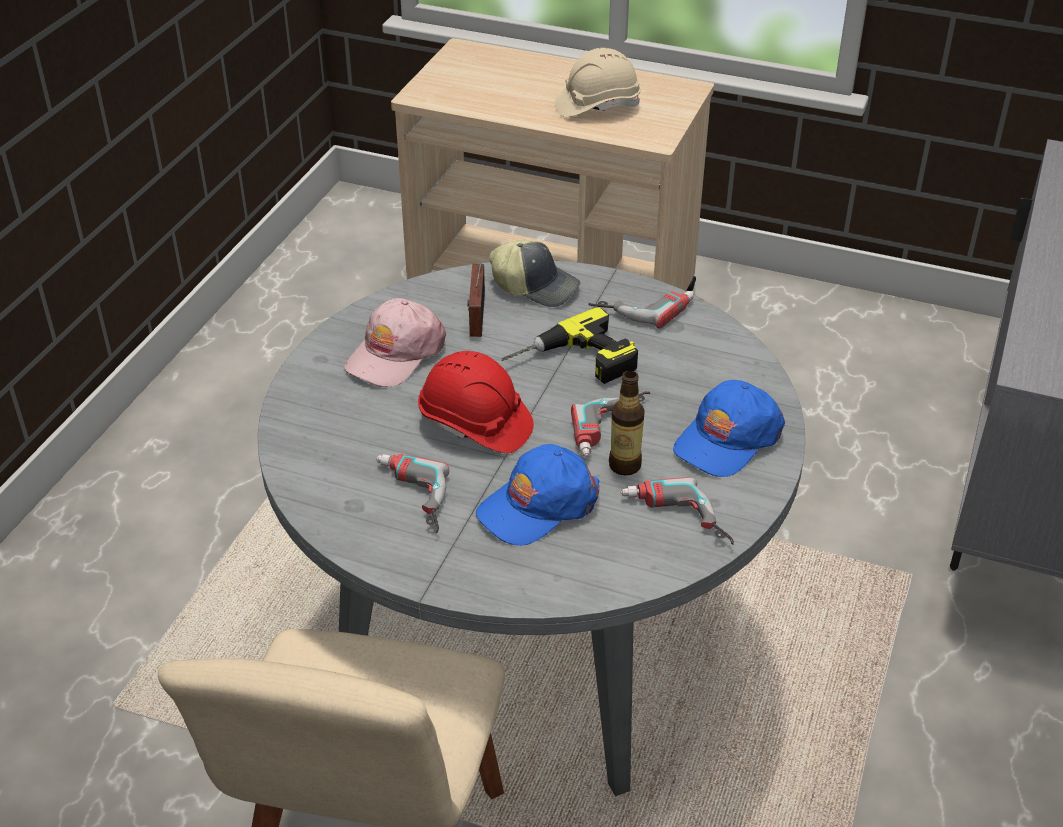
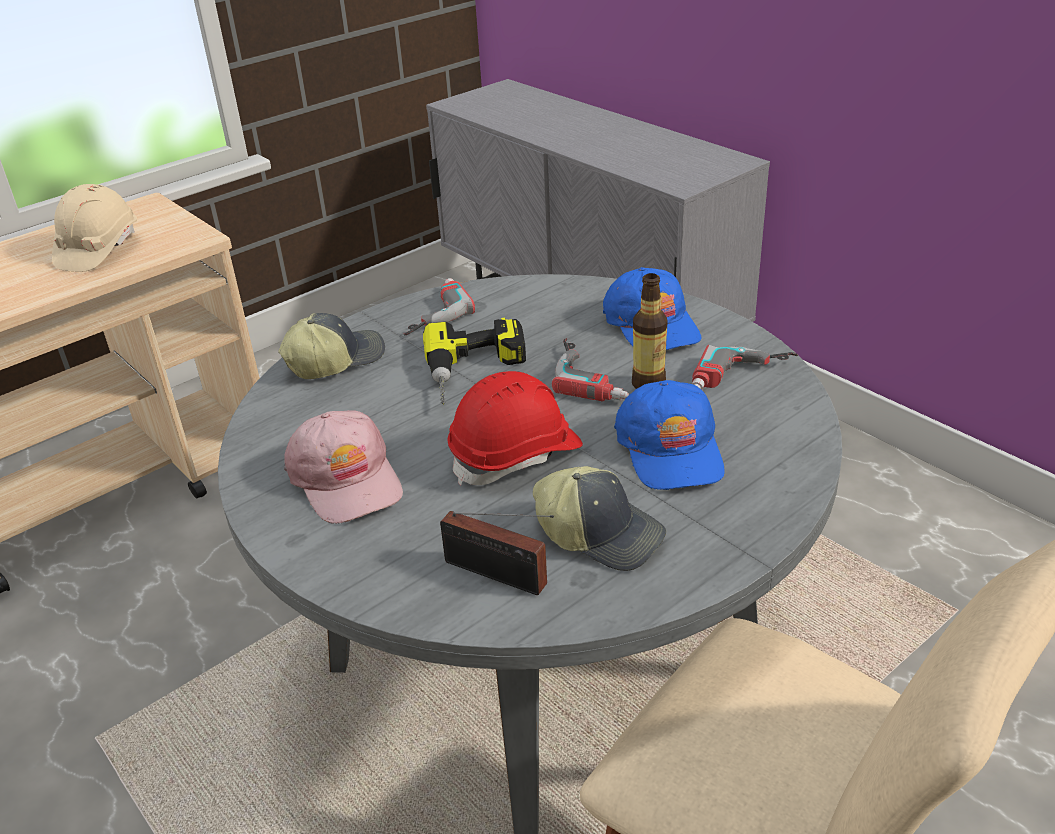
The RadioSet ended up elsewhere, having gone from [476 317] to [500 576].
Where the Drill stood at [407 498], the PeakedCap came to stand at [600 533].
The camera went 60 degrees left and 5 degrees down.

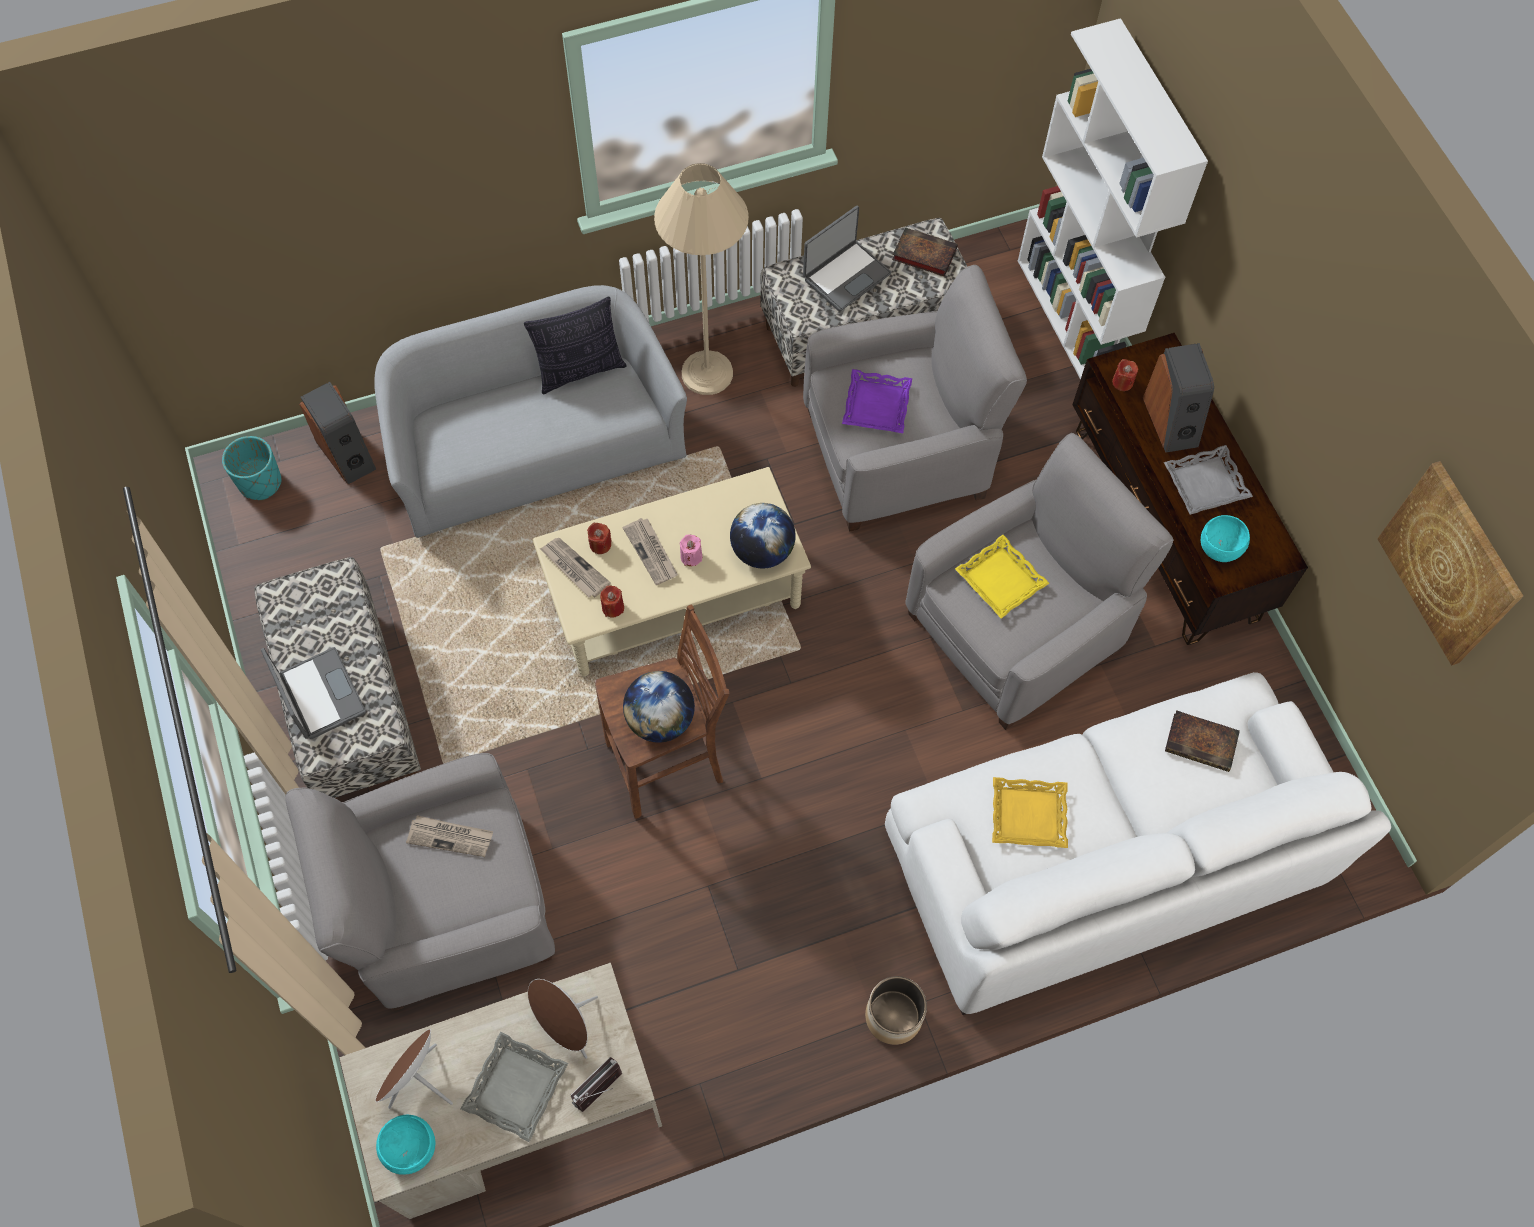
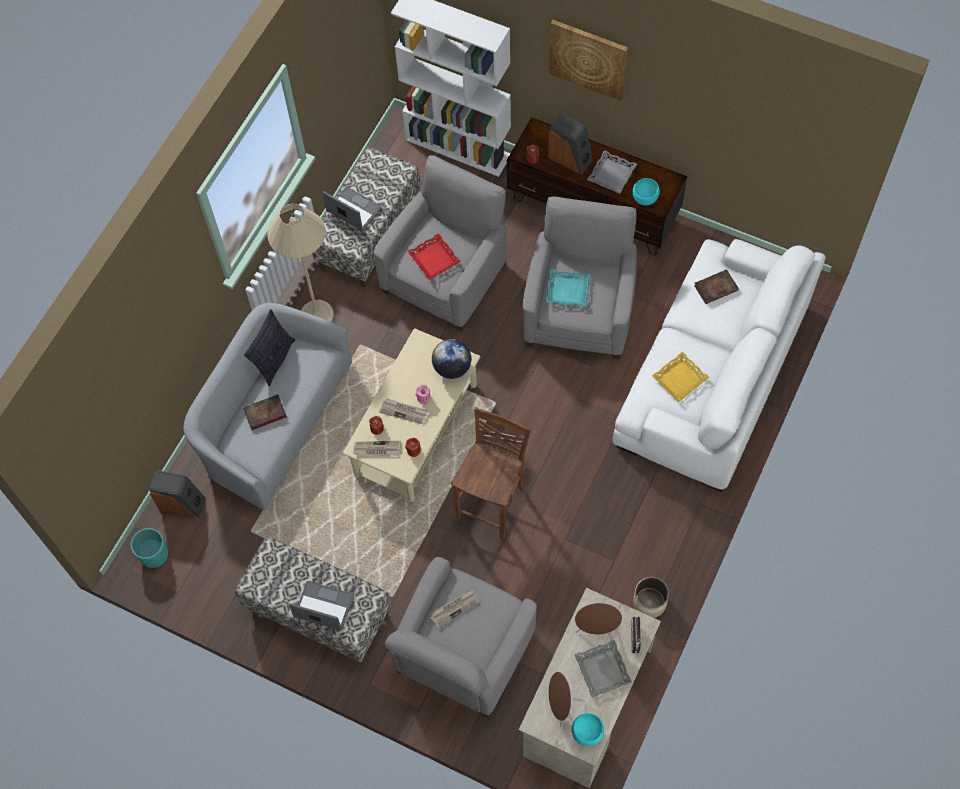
The second view lost the DeskGlobe at [660 720].
The Planter ended up elsewhere, having gone from [893 1017] to [649 603].
The Book ended up elsewhere, having gone from [922 254] to [264 414].
The WallPicture ended up elsewhere, having gone from [1450 564] to [588 59].
What was the PurpleColouredCarryingTray at [876 405] turned into the RedCarryingTray at [433 259].
What was the YellowCarryingTray at [1000 580] turned into the TurquoiseColouredCarryingTray at [568 291].
The Laptop at [845 275] ended up facing another way, 60 degrees counterclockwise from before.
The camera went 40 degrees left and 0 degrees up.

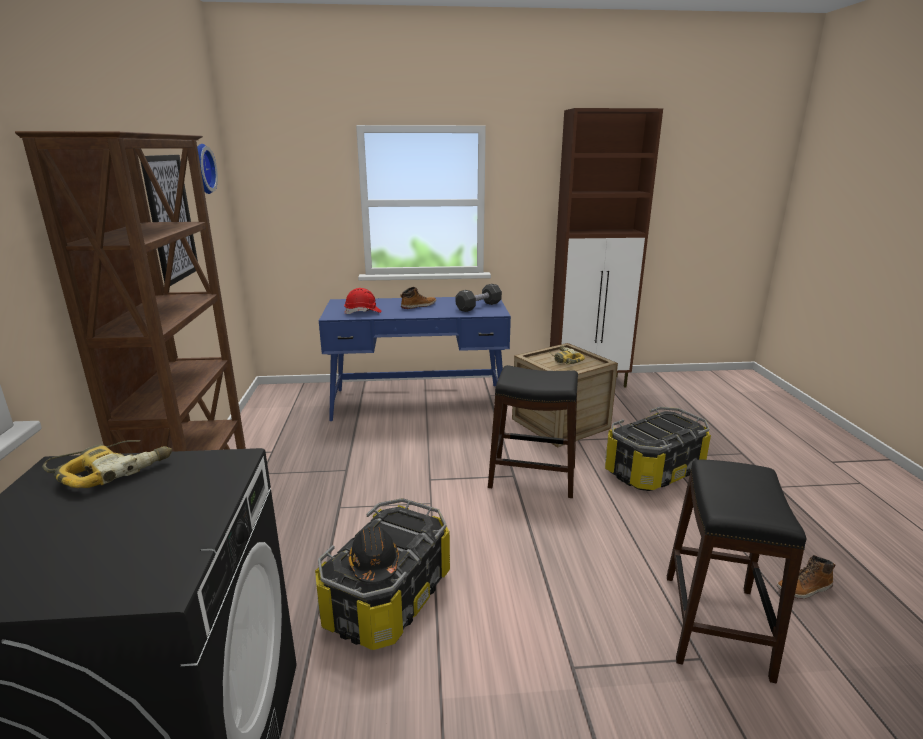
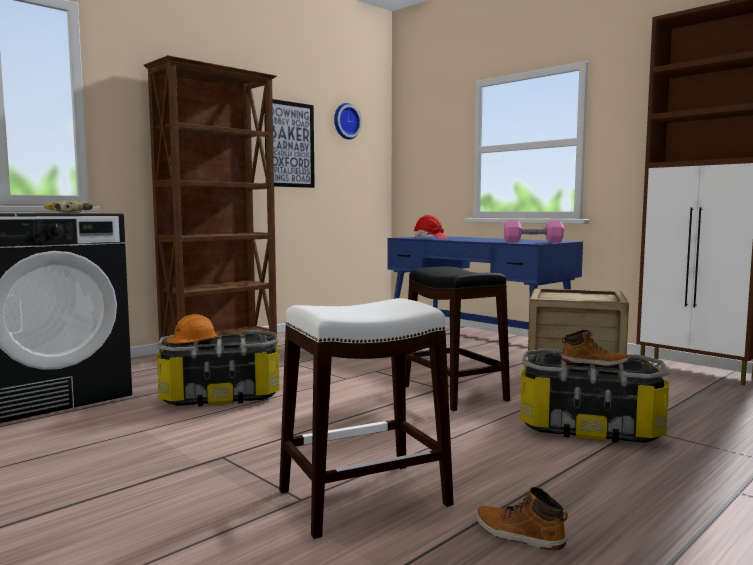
The second view lost the Drill at [564 359].
The Boot ended up elsewhere, having gone from [418 306] to [594 363].
What was the BlackishHardHat at [374 564] turned into the OrangeHardHat at [193 343].
What was the BlackishFreeWeight at [478 306] turned into the PinkColouredFreeWeight at [533 241].
What was the BlackishStoolSeat at [716 624] turned into the WhiteStoolSeat at [365 498].
The camera went 50 degrees right and 15 degrees down.

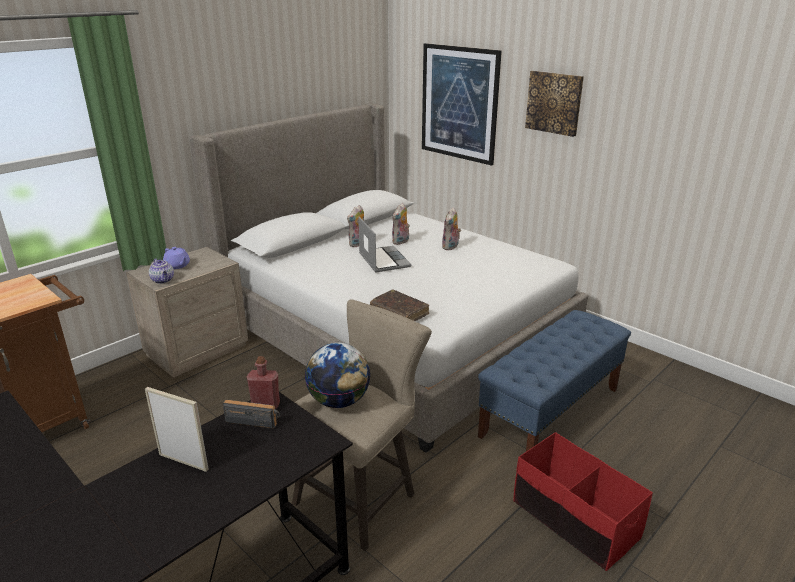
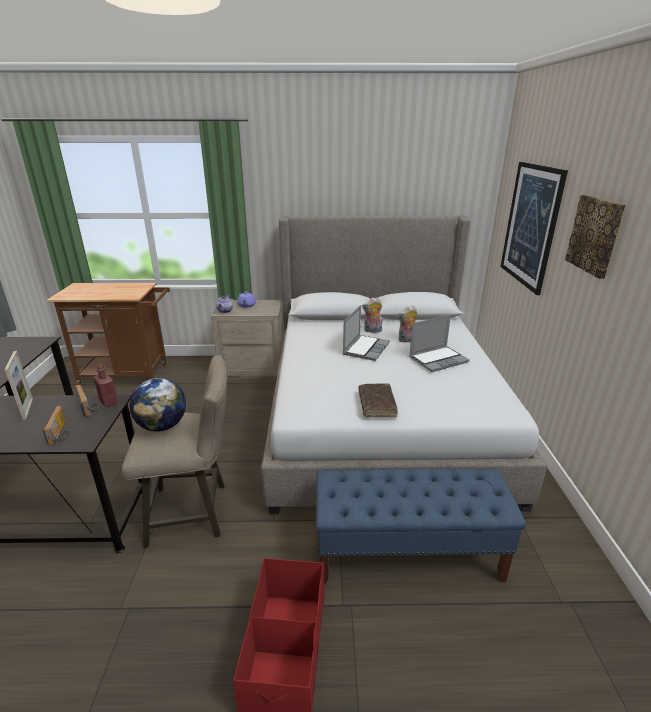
The second view gained the RadioSet at [61 433].
The BrownBook ended up elsewhere, having gone from [399 312] to [376 405].
Where the PlushToy stood at [451 247], the Laptop came to stand at [438 359].
The camera went 45 degrees right and 0 degrees up.

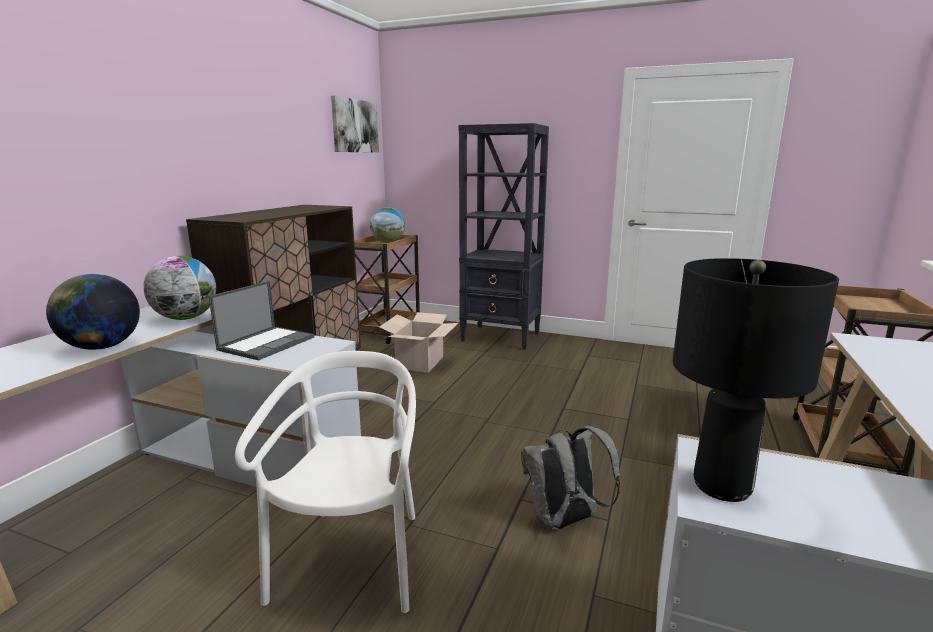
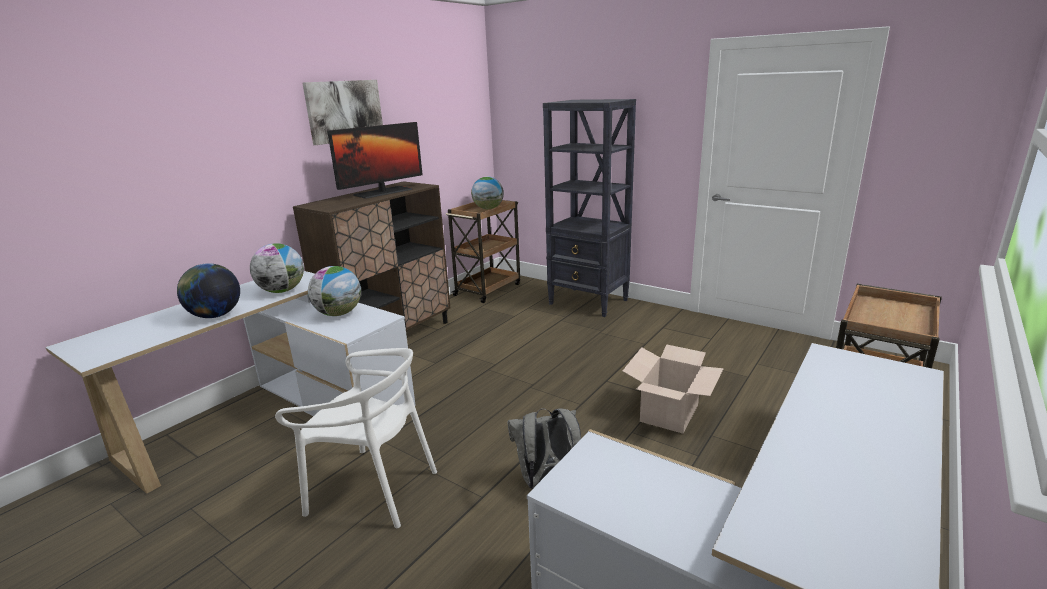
The second view lost the BlackishLampForATable at [720 486].
The second view gained the Monitor at [383 192].
The WallPicture ended up elsewhere, having gone from [354 126] to [344 111].
The CardboardBox ended up elsewhere, having gone from [419 362] to [669 412].
Where the Laptop stood at [267 343], the DeskGlobe came to stand at [339 314].
The WhitePlainChair at [352 559] ended up facing another way, 90 degrees clockwise from before.
The camera went 15 degrees right and 5 degrees up.

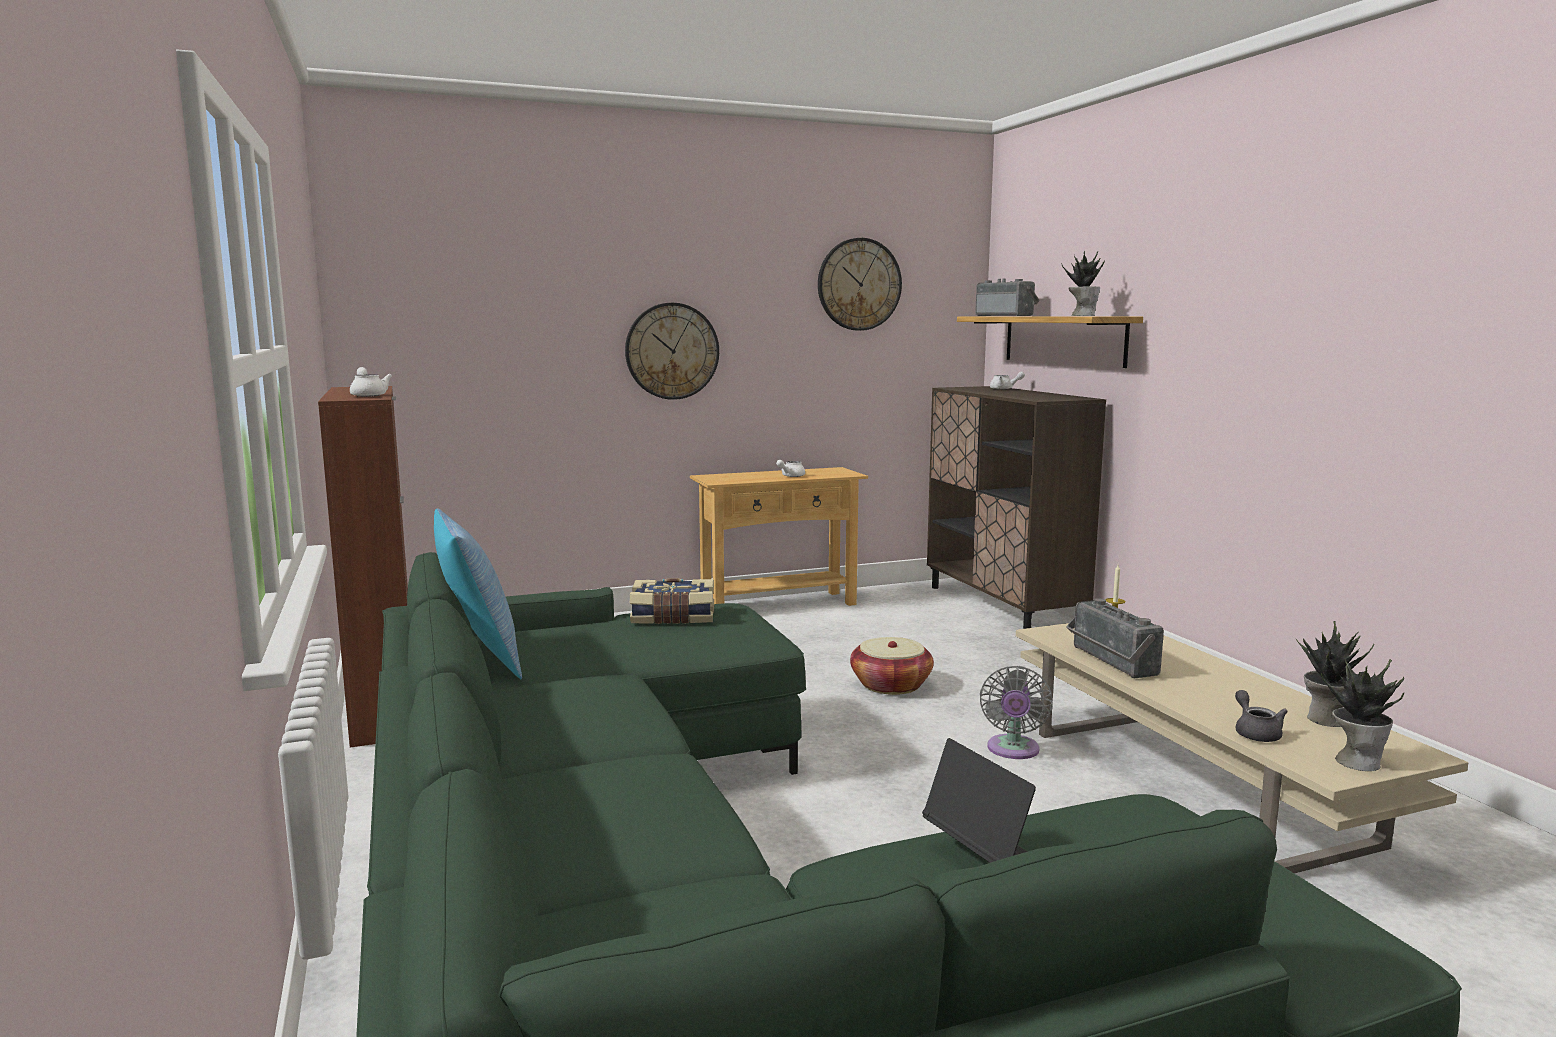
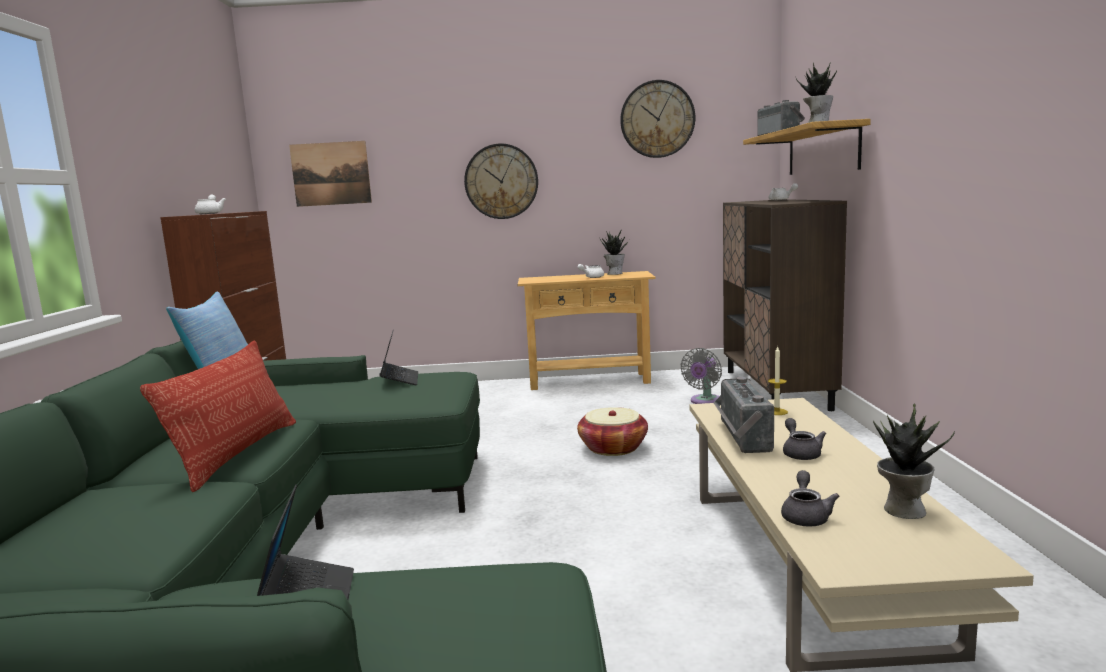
The second view gained the Pillow at [237 453].
The second view gained the WallPicture at [331 173].
The second view gained the GreyishTeaPot at [800 453].
The GreyishElectricFan ended up elsewhere, having gone from [1012 750] to [704 401].
The PottedPlant ended up elsewhere, having gone from [1356 761] to [615 273].
Where the Book stood at [673 617], the Laptop came to stand at [400 380].
The camera went 20 degrees right and 0 degrees up.

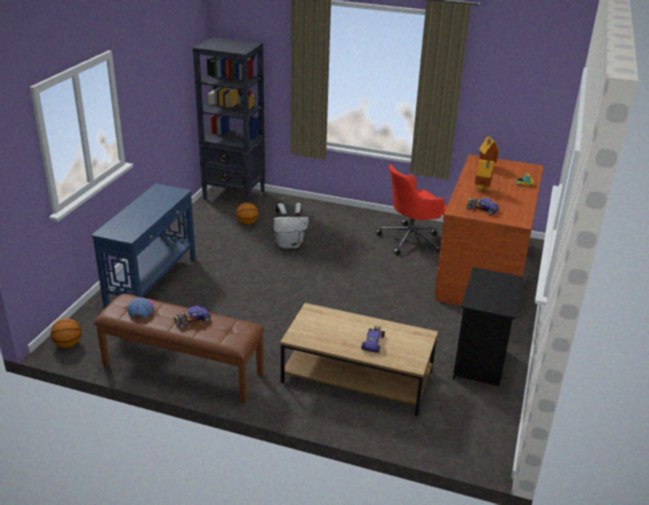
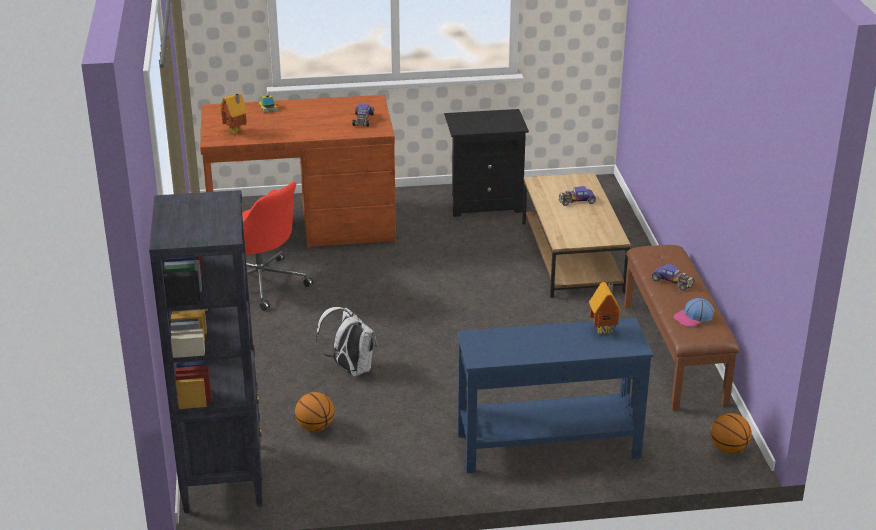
The ModelHouse ended up elsewhere, having gone from [482 189] to [604 330].
The camera went 115 degrees left and 0 degrees up.

